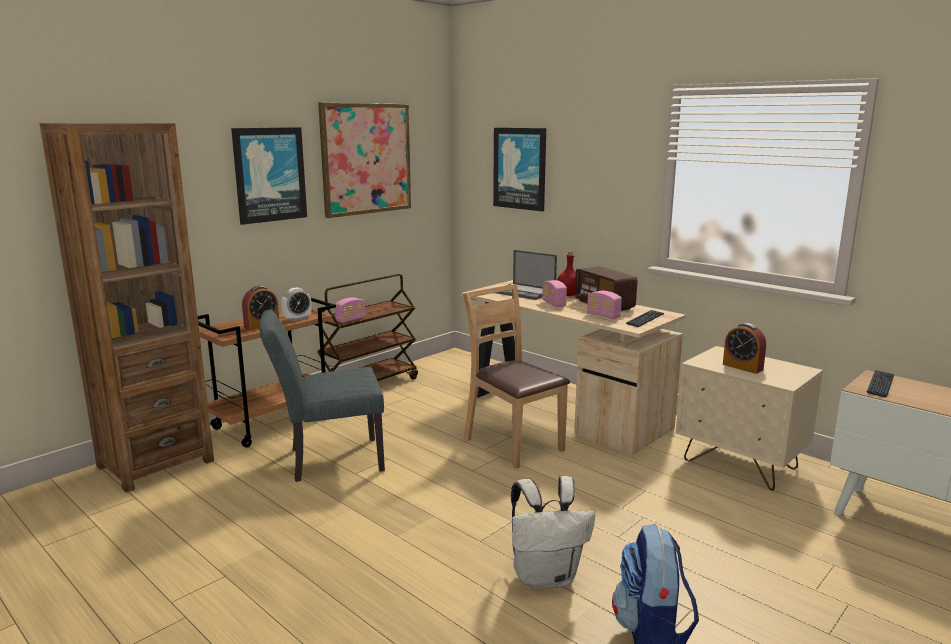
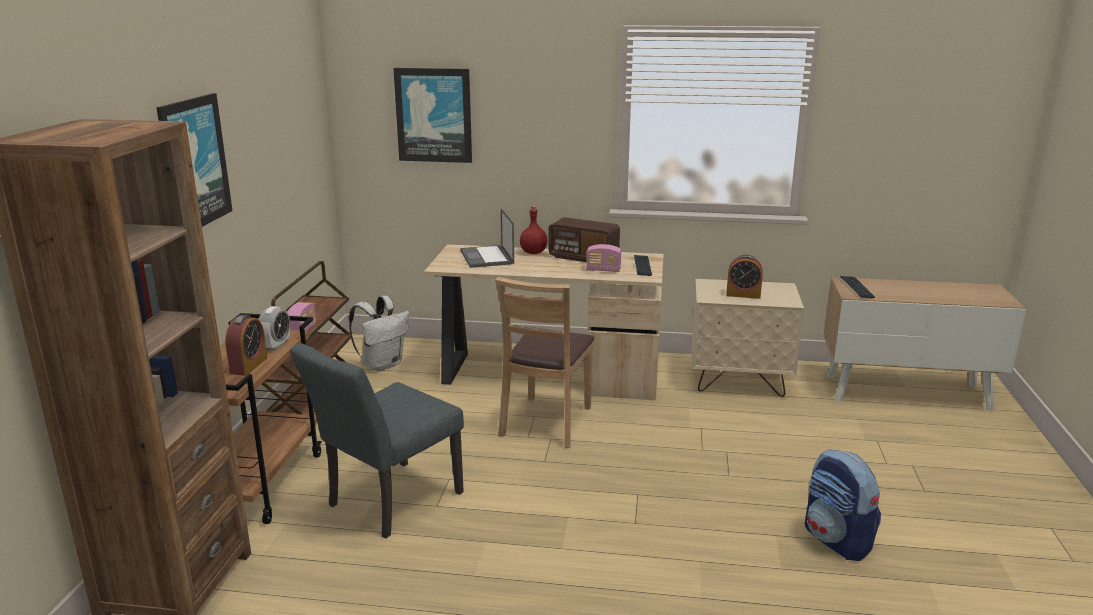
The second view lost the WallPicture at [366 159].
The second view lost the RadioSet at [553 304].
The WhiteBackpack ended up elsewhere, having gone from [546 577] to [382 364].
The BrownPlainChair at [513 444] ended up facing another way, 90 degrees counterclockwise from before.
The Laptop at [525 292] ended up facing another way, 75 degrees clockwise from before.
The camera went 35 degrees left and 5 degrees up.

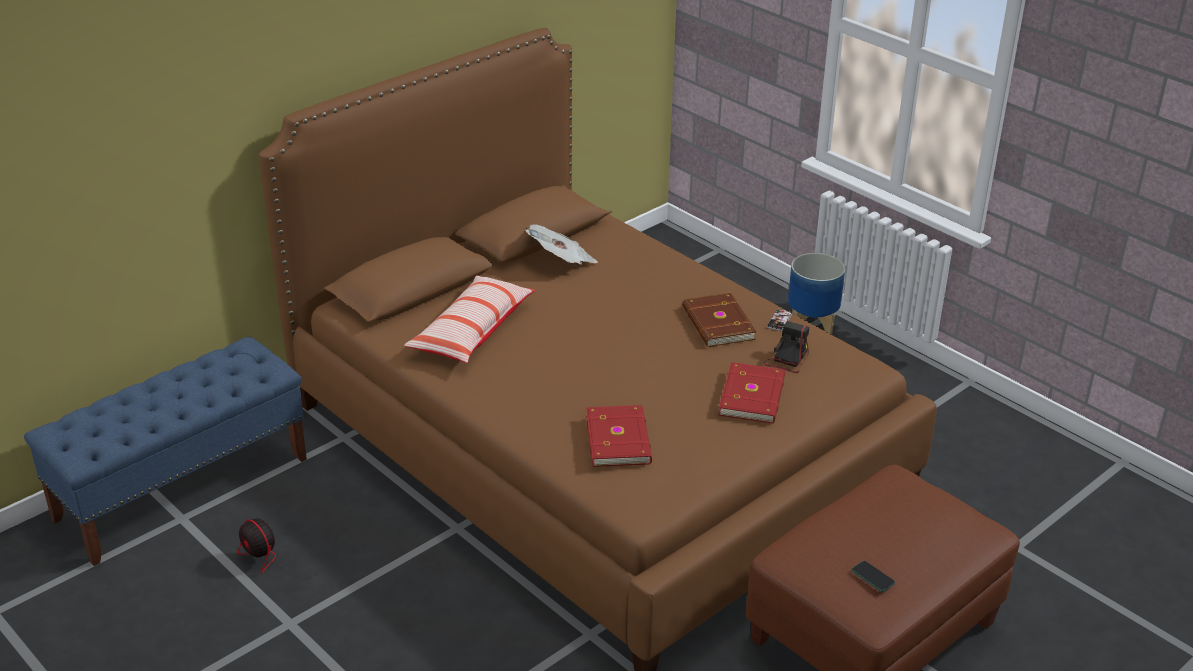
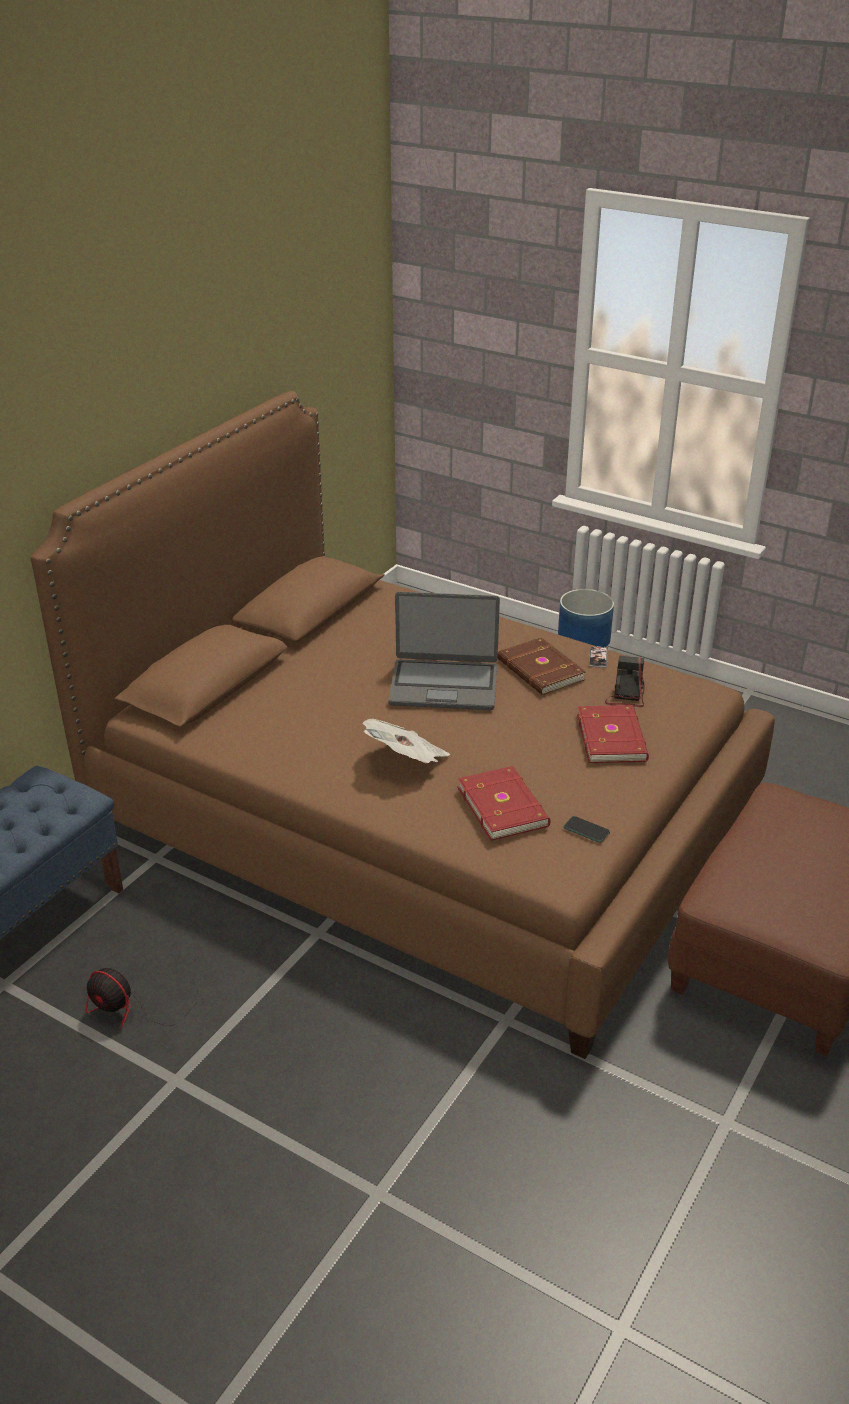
The second view lost the Pillow at [472 331].
The second view gained the Laptop at [444 685].
The DailyPaper ended up elsewhere, having gone from [562 261] to [406 760].
The Telephone ended up elsewhere, having gone from [873 577] to [586 830].
The camera went 15 degrees left and 0 degrees up.

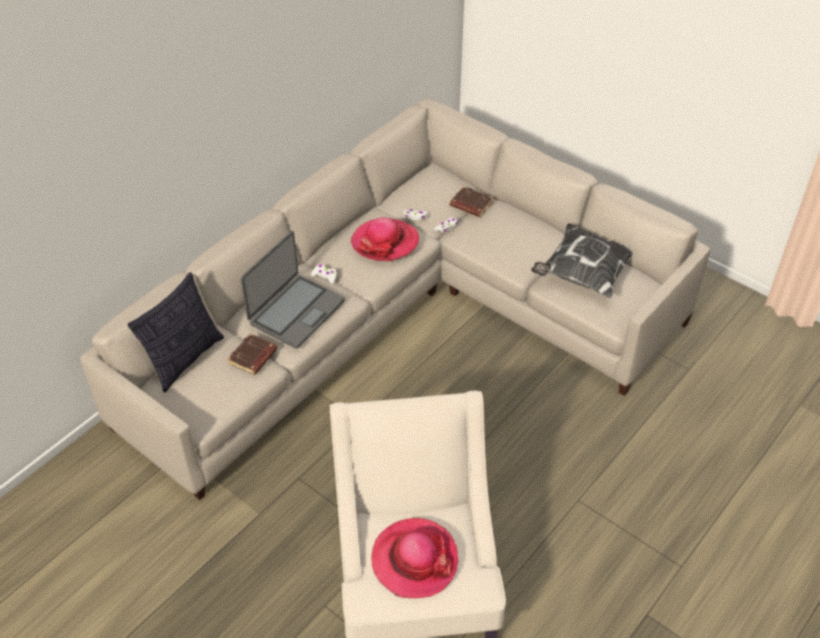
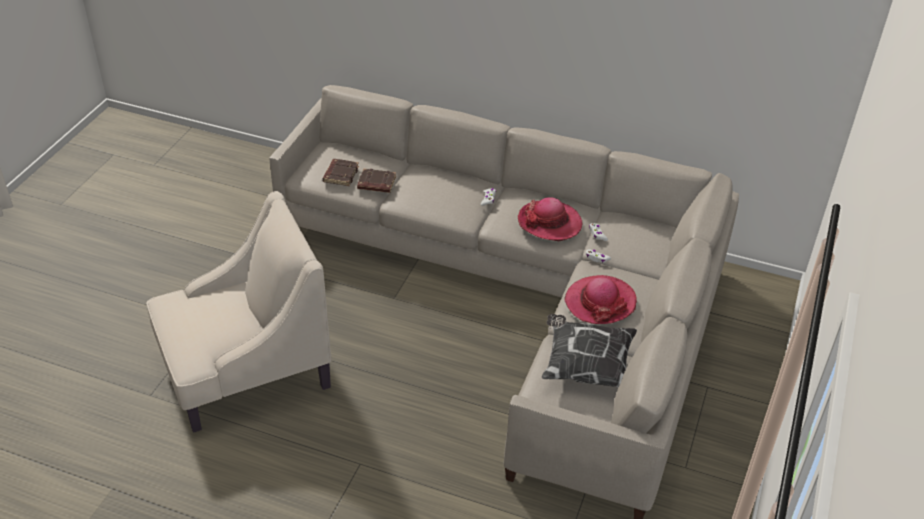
The second view lost the Pillow at [185 359].
The second view lost the Laptop at [296 311].
The ClothingHat ended up elsewhere, having gone from [414 560] to [600 302].
The BrownBook ended up elsewhere, having gone from [470 205] to [340 174].
The camera went 70 degrees right and 5 degrees down.

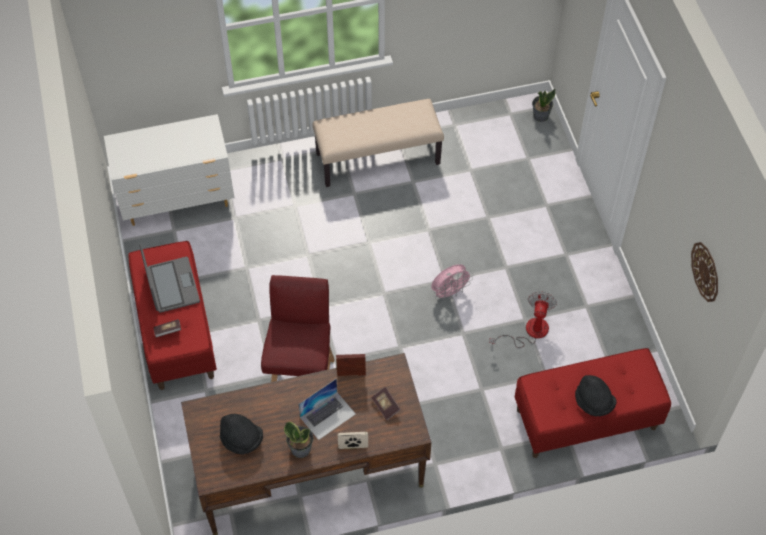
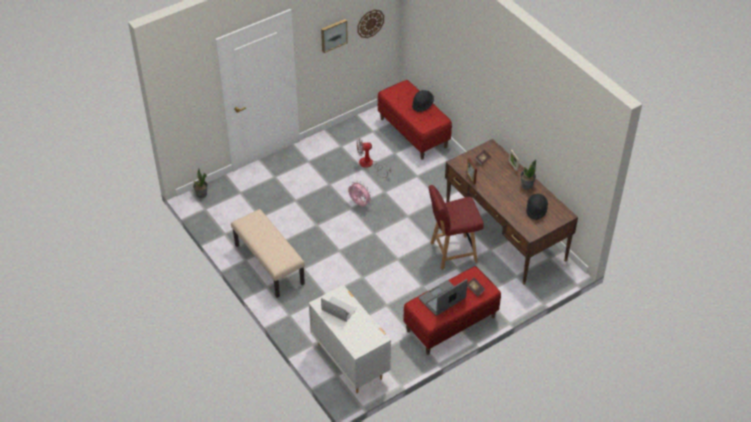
The second view gained the WallPicture at [333 35].
The Laptop ended up elsewhere, having gone from [328 415] to [339 309].
The camera went 110 degrees left and 10 degrees down.

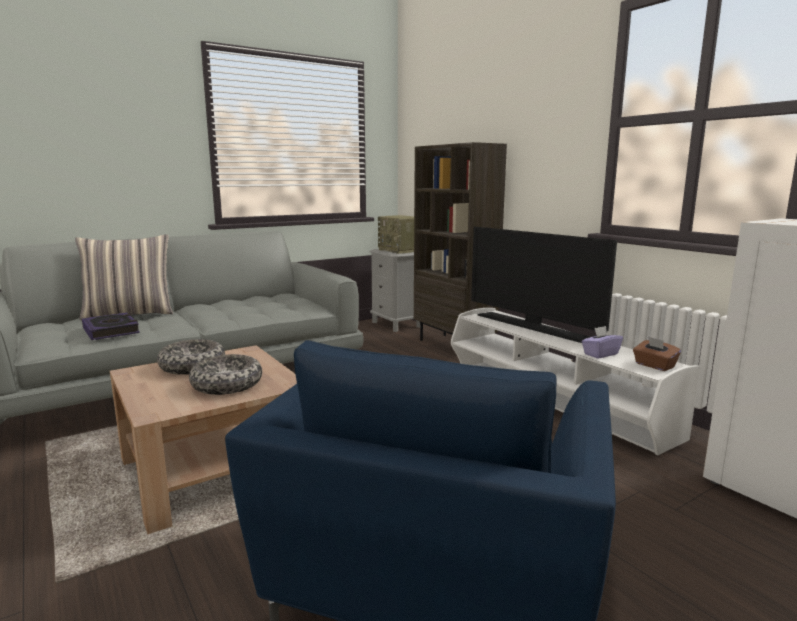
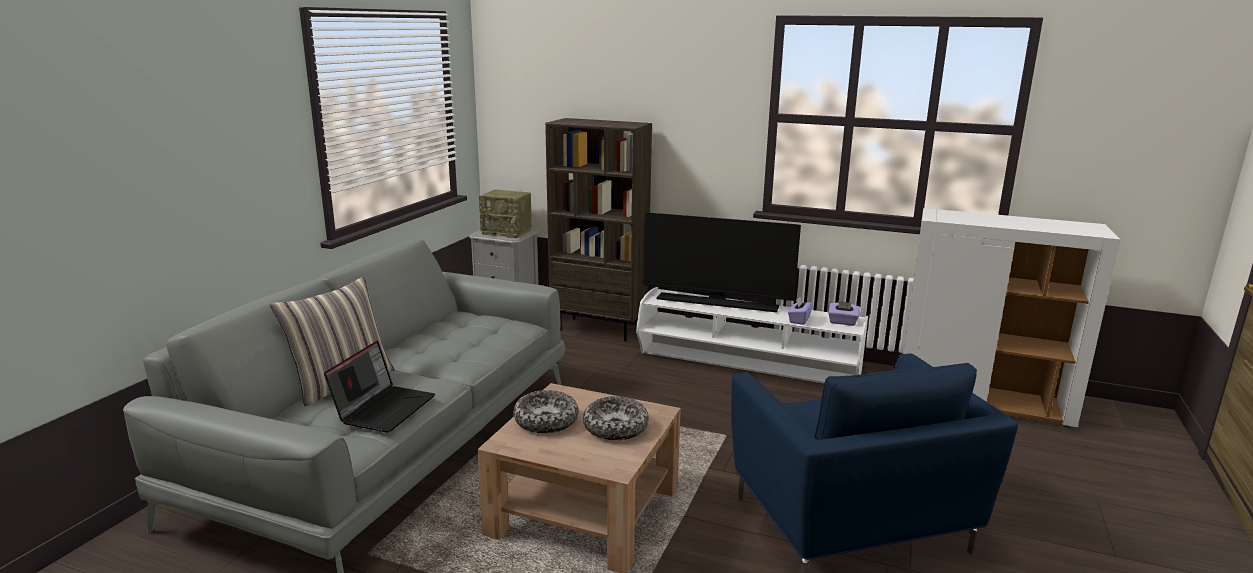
Where the Book stood at [111 331], the Laptop came to stand at [384 408].
What was the BrownTissueBox at [654 366] turned into the PurpleColouredTissueBox at [842 322].
The camera went 35 degrees left and 5 degrees up.

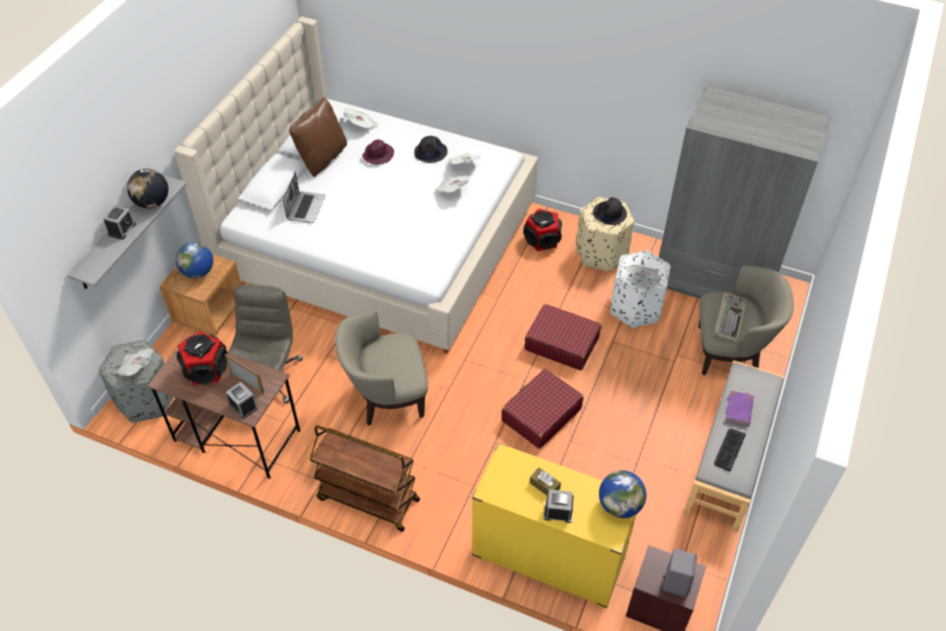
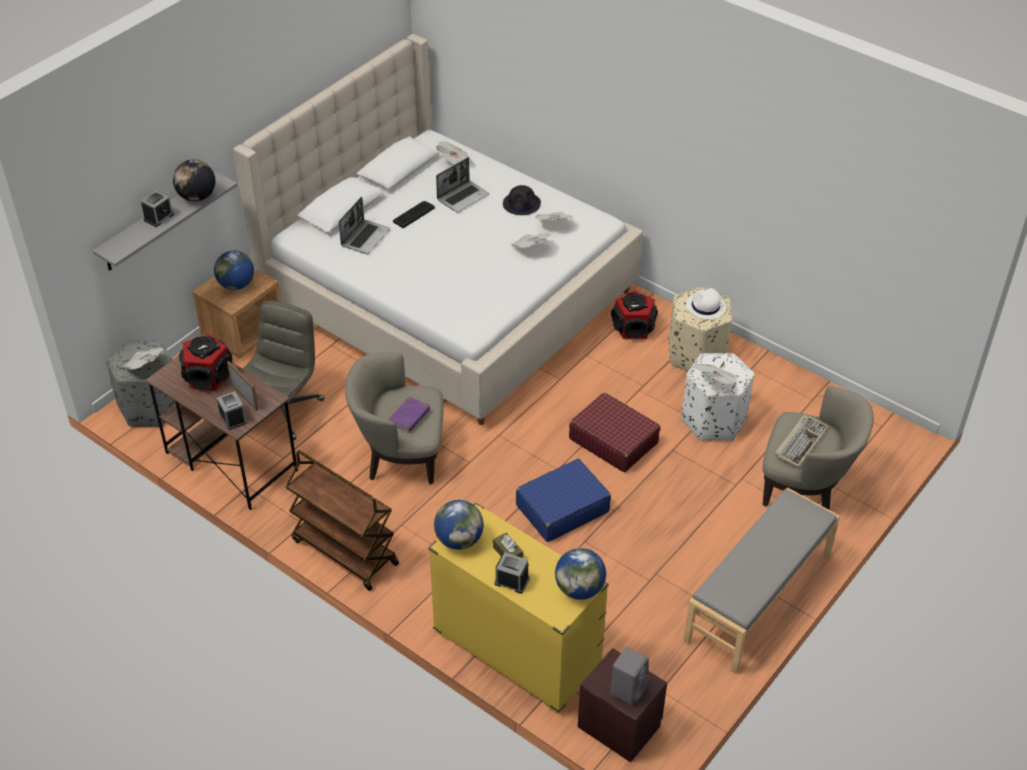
The second view lost the BrownPillow at [322 158].
The second view lost the GreyishArmoire at [714 282].
The second view gained the DeskGlobe at [459 540].
The PcKeyboard ended up elsewhere, having gone from [729 449] to [413 214].
The PurpleColouredBook ended up elsewhere, having gone from [739 410] to [409 417].
Where the PurpleColouredClothingHat stood at [378 155], the Laptop came to stand at [463 197].
What was the RedTravelCase at [541 415] turned into the BlueTravelCase at [562 508].
What was the BlackishClothingHat at [609 214] turned into the WhiteClothingHat at [705 307].
The camera went 15 degrees right and 5 degrees down.

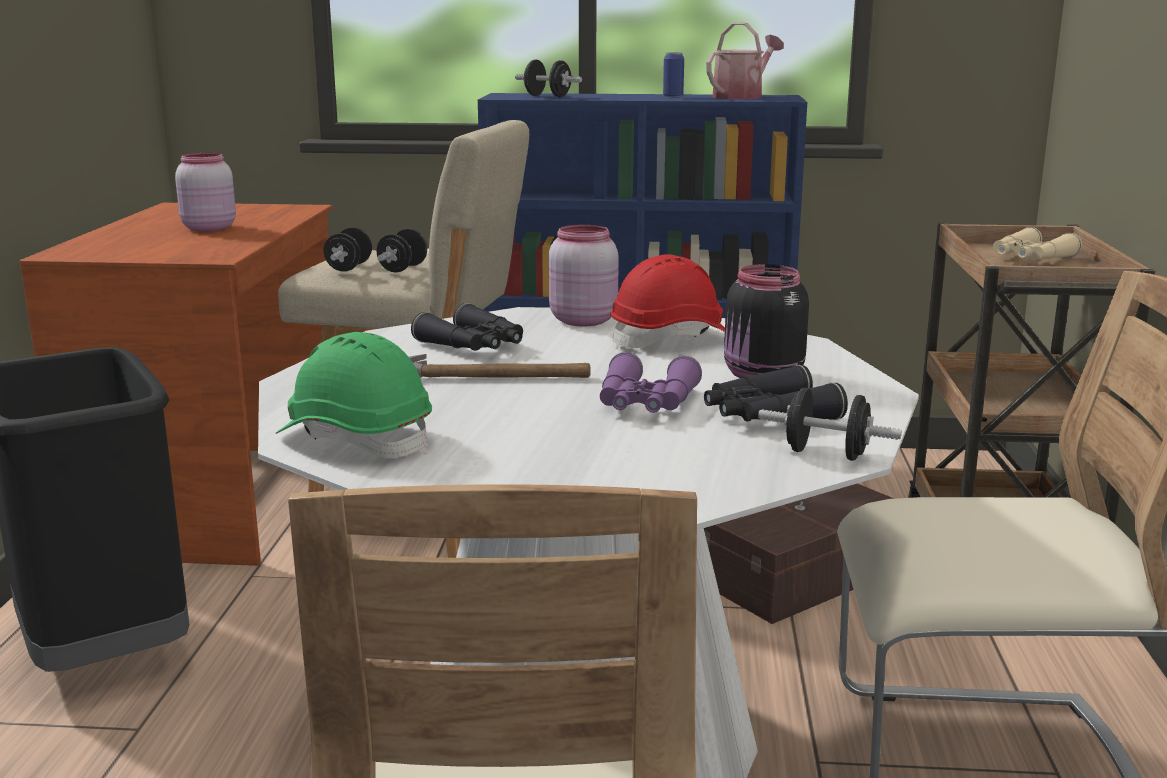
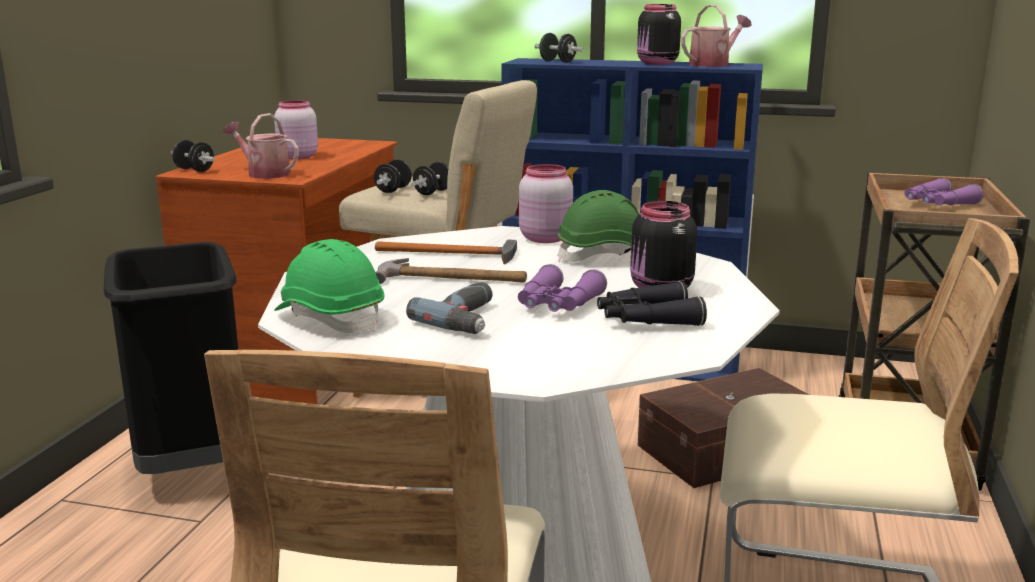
The second view gained the WateringPot at [264 173].
The second view gained the Drill at [469 319].
The BlackishFreeWeight ended up elsewhere, having gone from [826 454] to [194 170].
Where the BlackishBinoculars stood at [474 346], the HandHammer came to stand at [452 254].
Where the Can stood at [673 96], the BlackishPreserveJar came to stand at [656 63].
What was the RedHardHat at [672 340] turned into the GreenHardHat at [606 257].
What was the SandColouredBinoculars at [1030 258] turned into the PurpleColouredBinoculars at [937 204].
The camera went 10 degrees right and 0 degrees up.

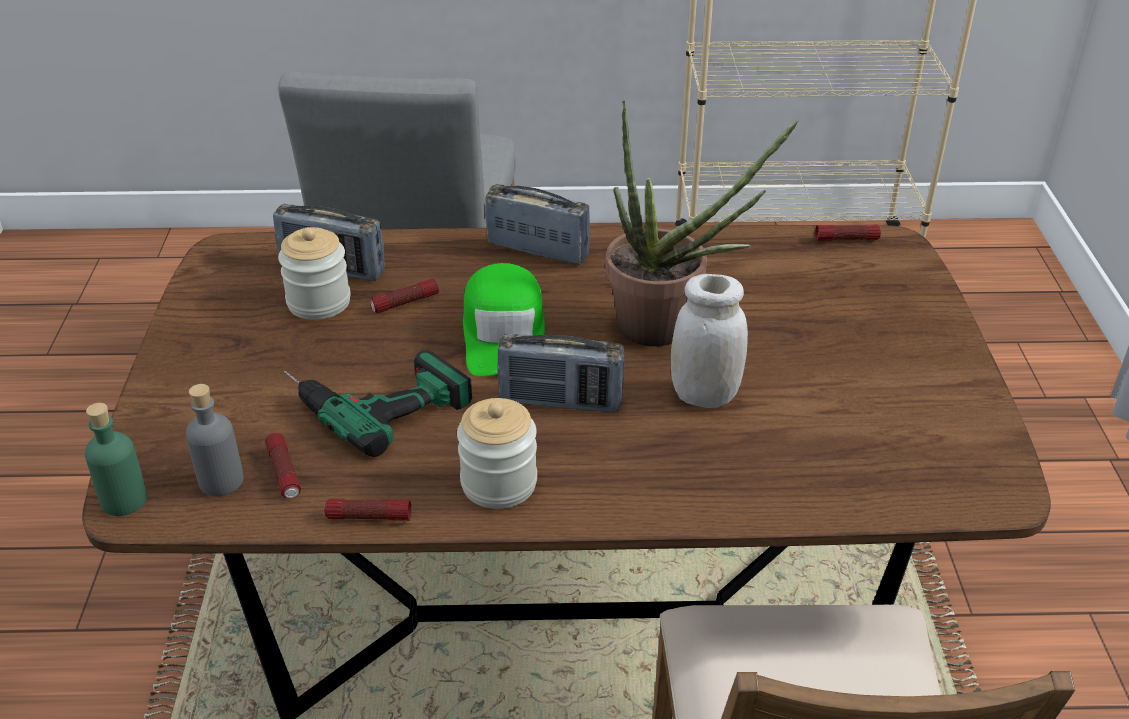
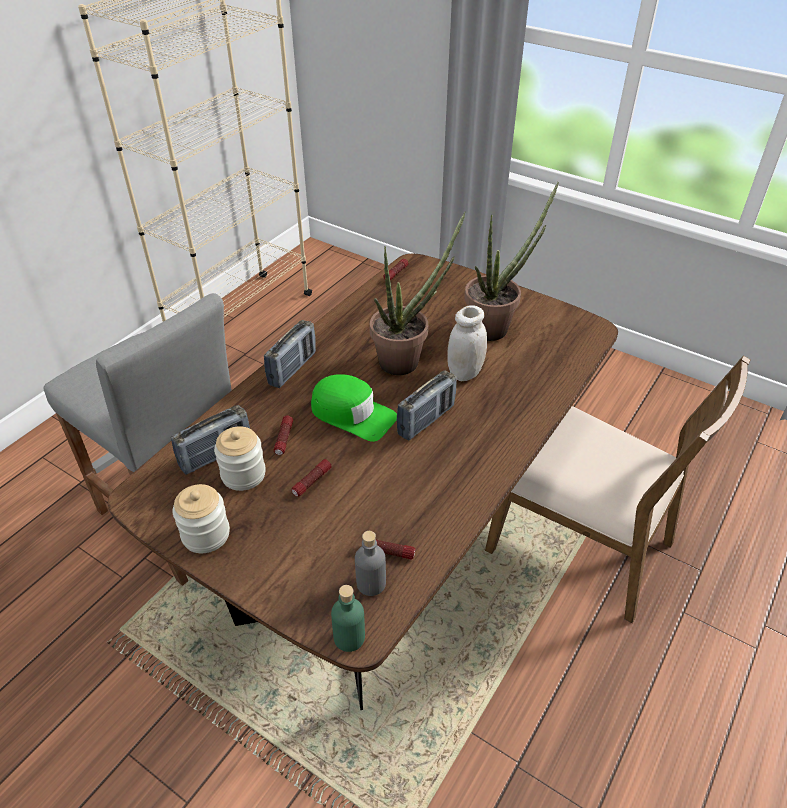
The second view lost the Drill at [372 397].
The second view gained the PottedPlant at [495 326].
The Torch ended up elsewhere, having gone from [369 517] to [312 482].
The PreserveJar ended up elsewhere, having gone from [499 483] to [206 534].
The RadioSet at [538 250] ended up facing another way, 150 degrees clockwise from before.
The camera went 55 degrees left and 5 degrees up.

